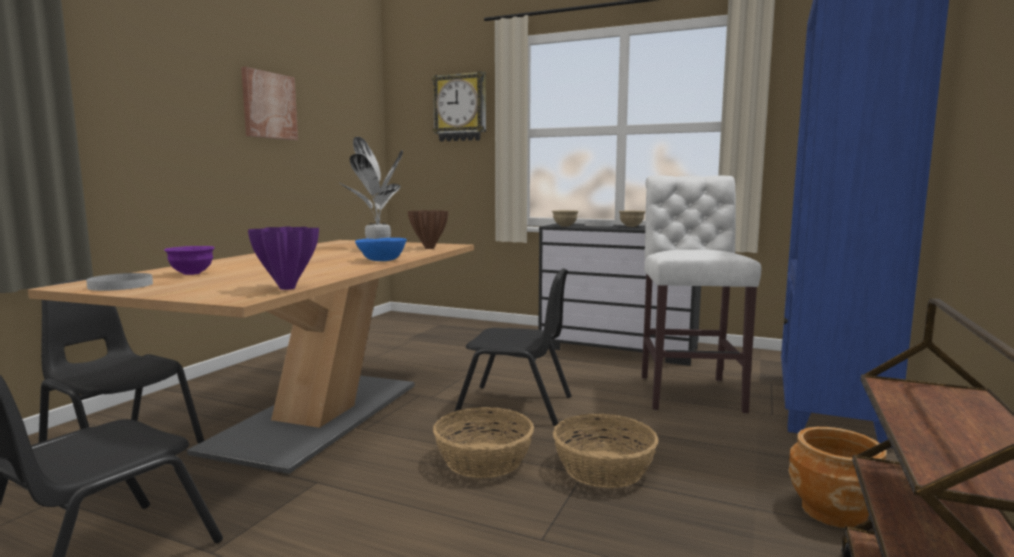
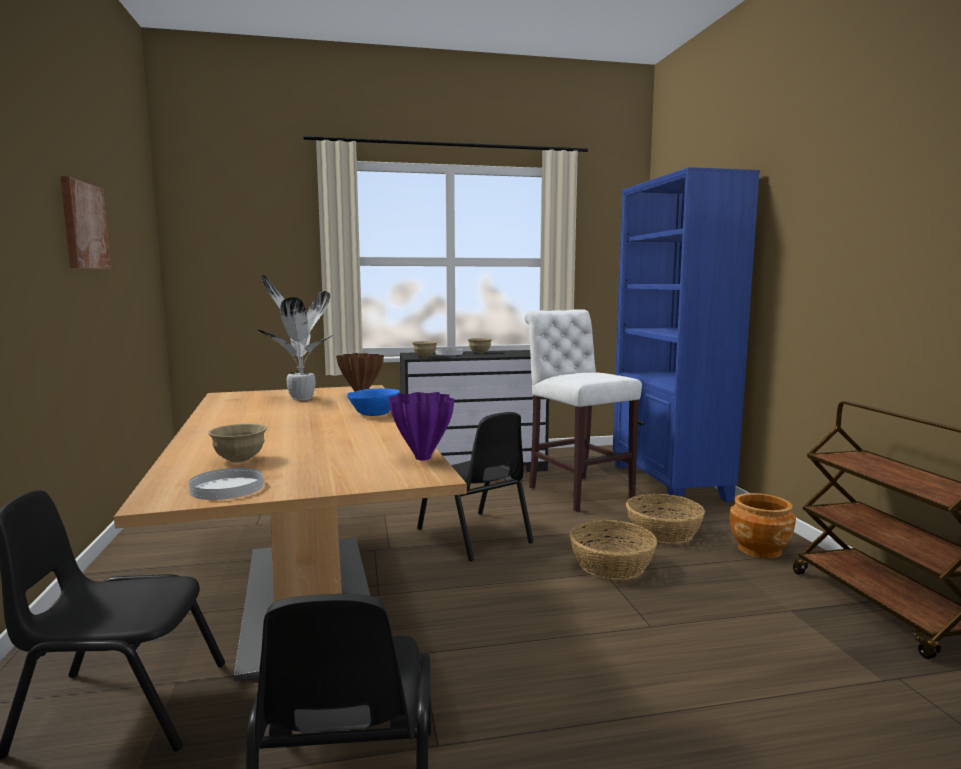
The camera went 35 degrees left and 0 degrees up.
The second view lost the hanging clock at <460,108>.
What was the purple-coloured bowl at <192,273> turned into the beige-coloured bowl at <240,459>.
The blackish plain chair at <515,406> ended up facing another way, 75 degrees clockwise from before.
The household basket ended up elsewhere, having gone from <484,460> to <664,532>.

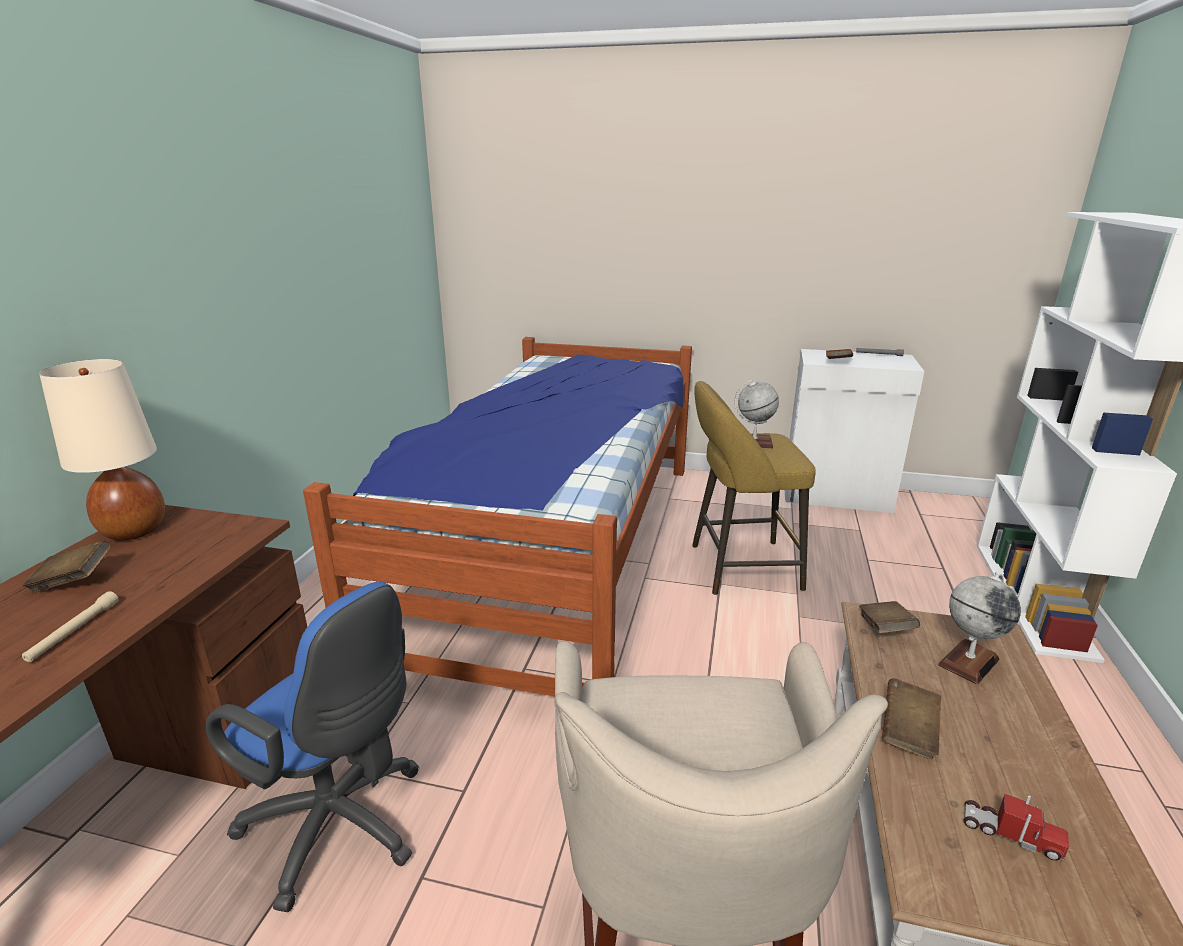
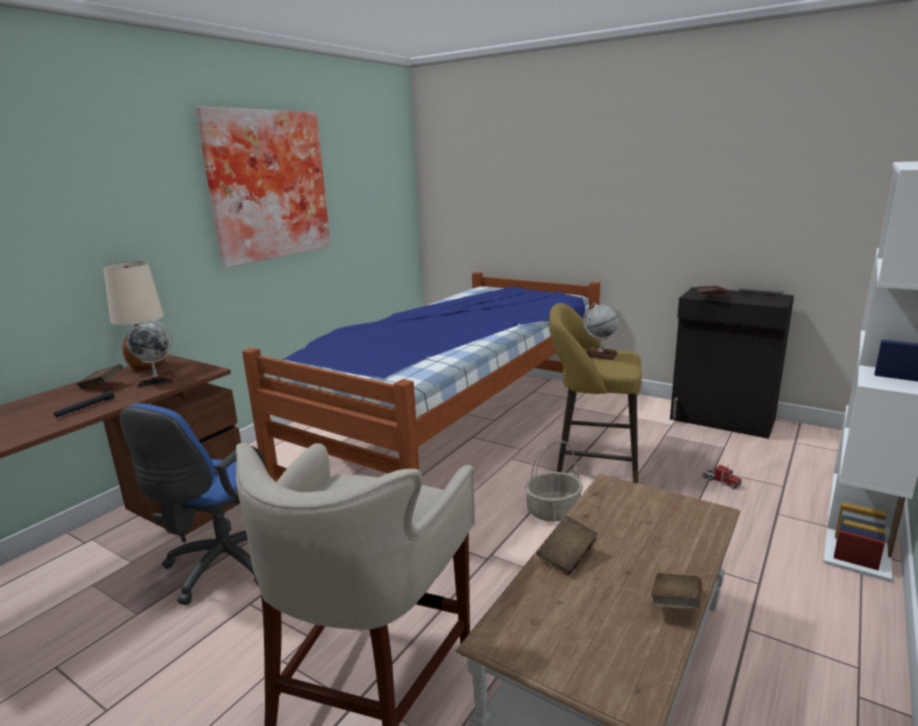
The camera went 20 degrees right and 5 degrees down.
What was the white storage cabinet at <837,496> turned into the blackish storage cabinet at <722,420>.
The globe ended up elsewhere, having gone from <968,662> to <156,380>.
The bluish office chair at <342,827> ended up facing another way, 60 degrees clockwise from before.
What was the beige-coloured flashlight at <74,632> turned into the blackish flashlight at <85,408>.
The brown-coloured book ended up elsewhere, having gone from <885,629> to <675,604>.
The toy truck ended up elsewhere, having gone from <1011,834> to <721,481>.
The second view gained the picture at <266,185>.
The second view gained the household basket at <553,511>.

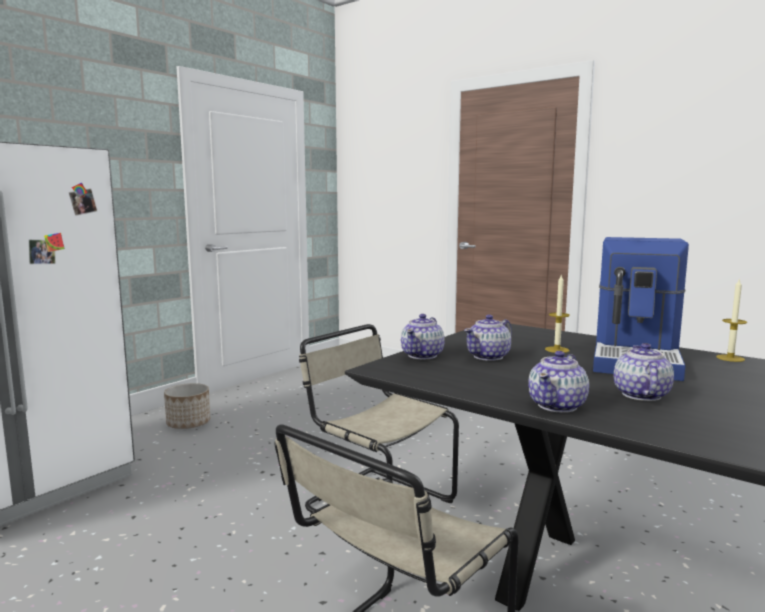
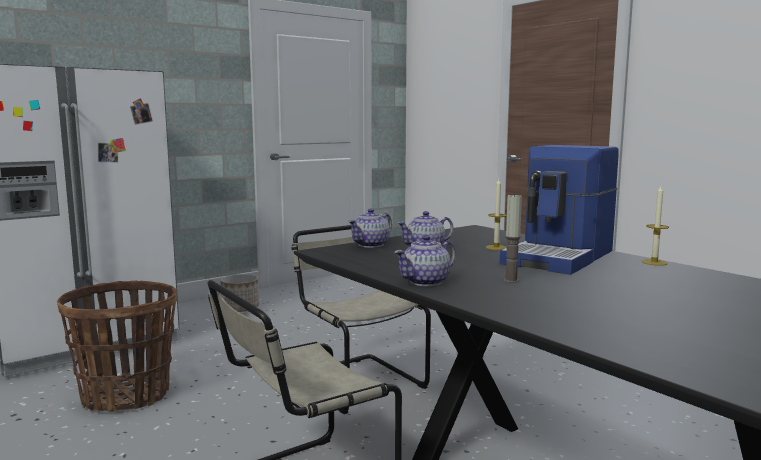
The camera went 15 degrees right and 0 degrees up.
Where the pot for tea stood at <640,395>, the candle came to stand at <511,280>.
The second view gained the household basket at <126,396>.

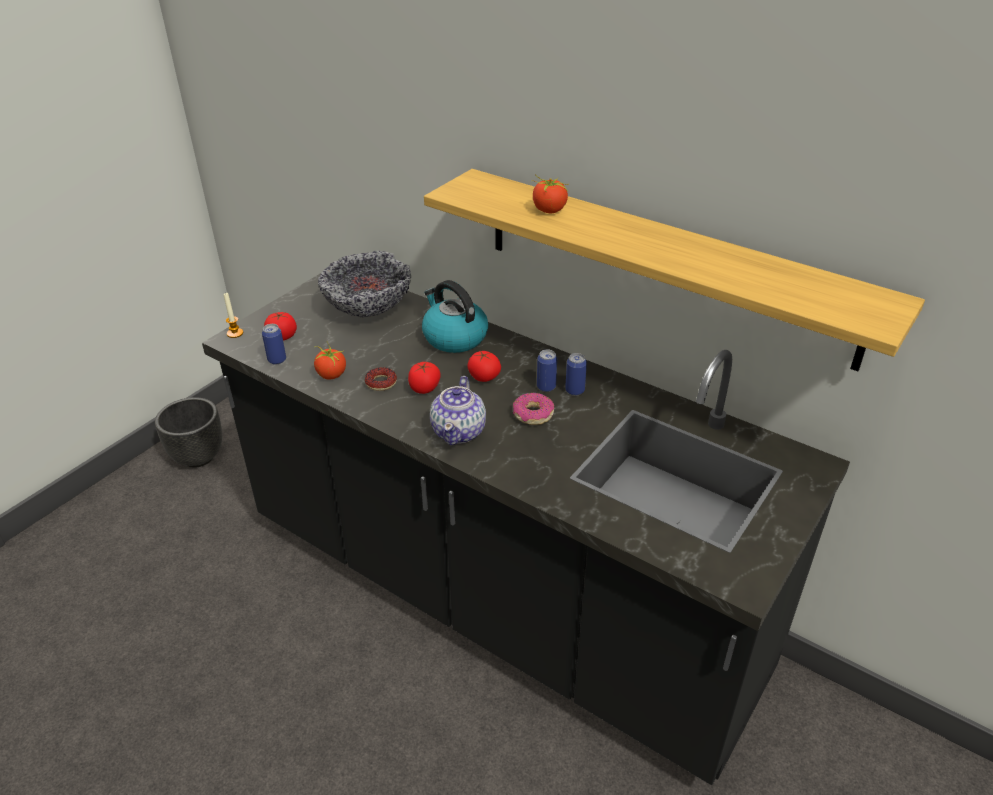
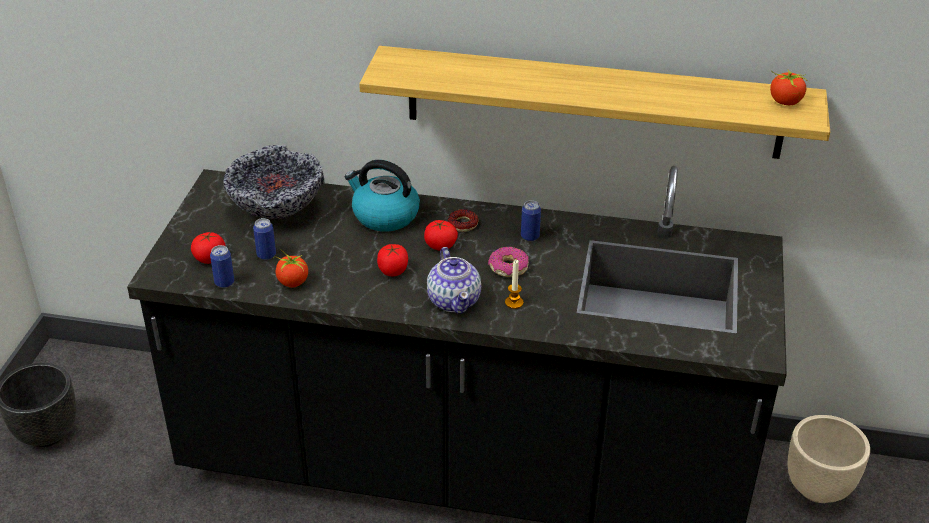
The camera went 25 degrees left and 0 degrees up.
The whole tomato ended up elsewhere, having gone from <549,210> to <785,102>.
The candle ended up elsewhere, having gone from <235,333> to <514,302>.
The can ended up elsewhere, having gone from <546,387> to <266,255>.
The ring doughnut ended up elsewhere, having gone from <381,383> to <463,224>.
The second view gained the beige-coloured flower pot at <818,488>.

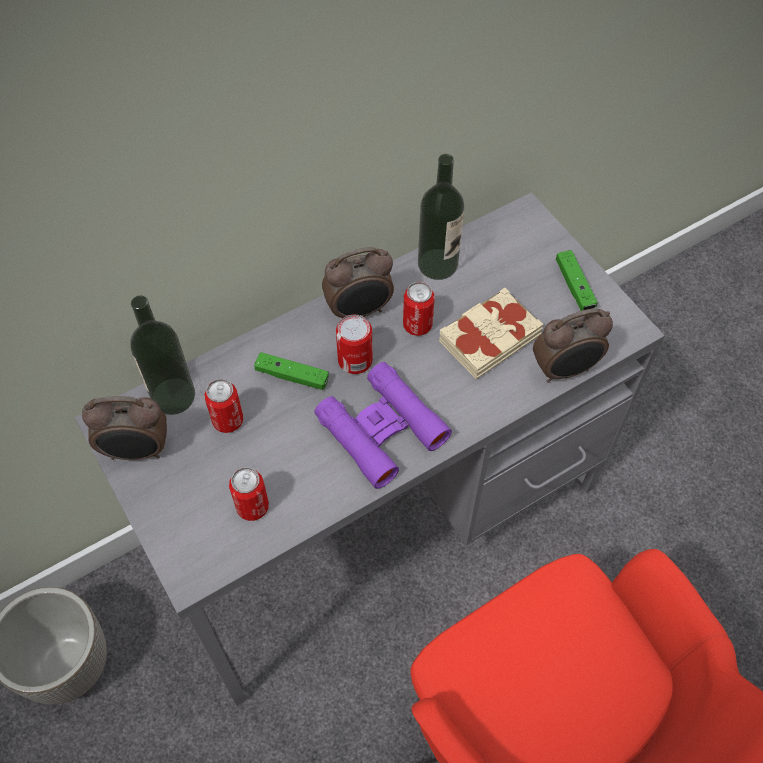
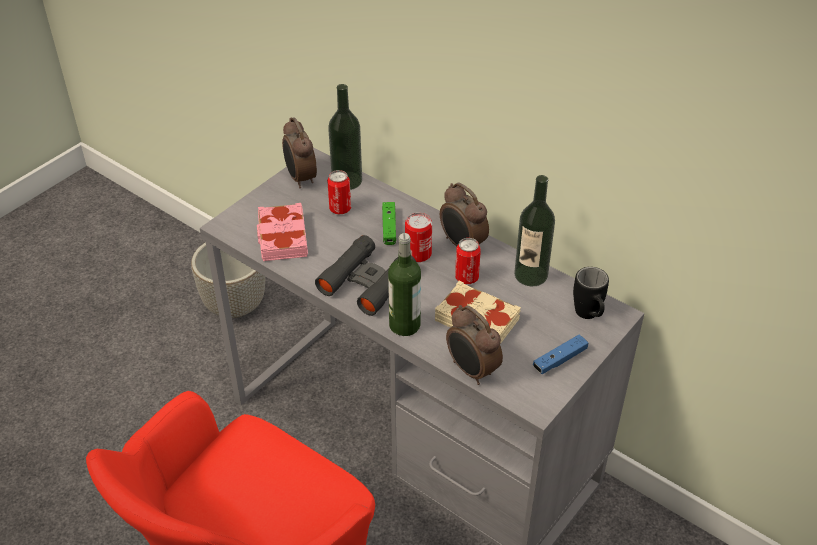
The camera went 70 degrees right and 15 degrees down.
What was the green joypad at <574,286> turned into the bluish joypad at <559,360>.
What was the purple-coloured field glasses at <381,430> turned into the blackish field glasses at <367,281>.
Where the can stood at <252,507>, the pink-coloured book came to stand at <282,237>.
The second view gained the drink bottle at <404,325>.
The second view gained the blackish tea mug at <589,316>.

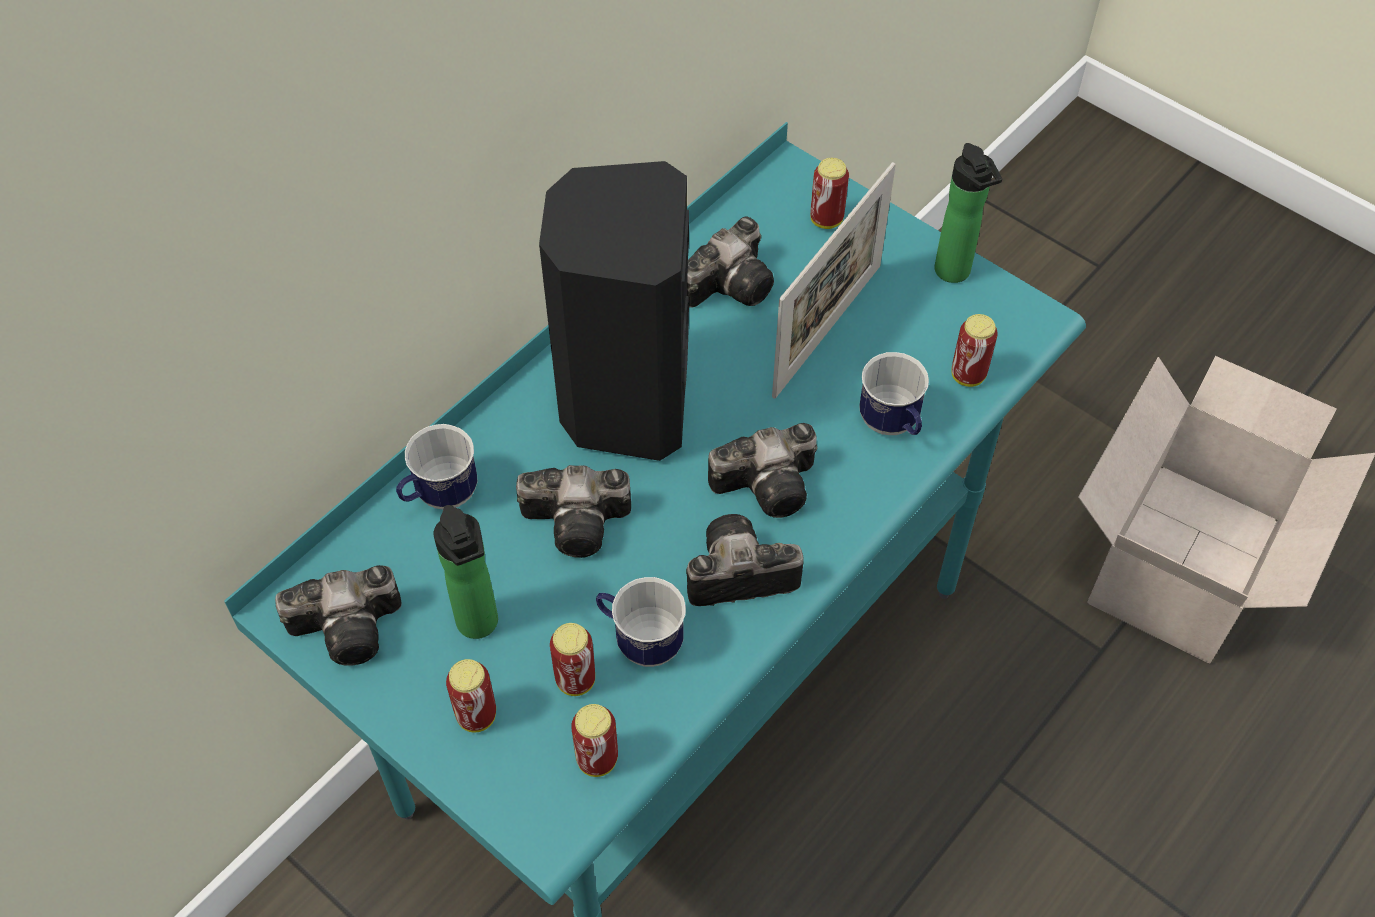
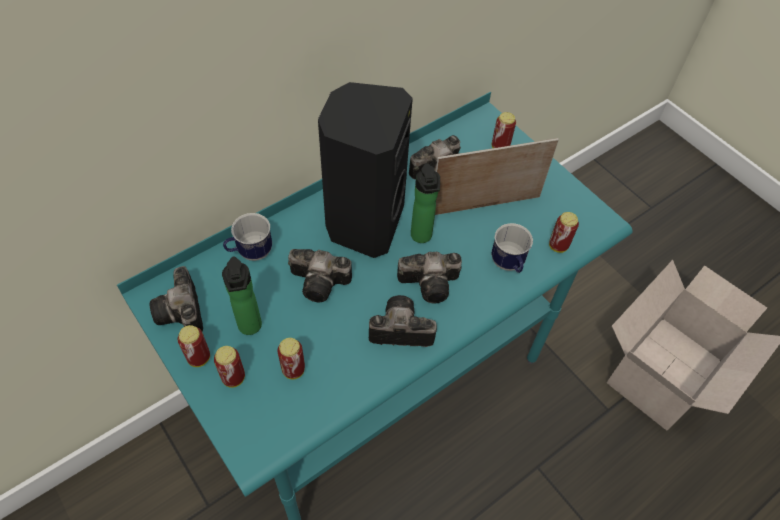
The camera went 10 degrees right and 0 degrees up.
The drink bottle ended up elsewhere, having gone from <955,274> to <421,238>.
The photo frame at <827,330> ended up facing another way, 150 degrees counterclockwise from before.
The photo camera at <353,626> ended up facing another way, 75 degrees clockwise from before.
The second view lost the tea mug at <640,640>.
The can ended up elsewhere, having gone from <597,759> to <199,358>.

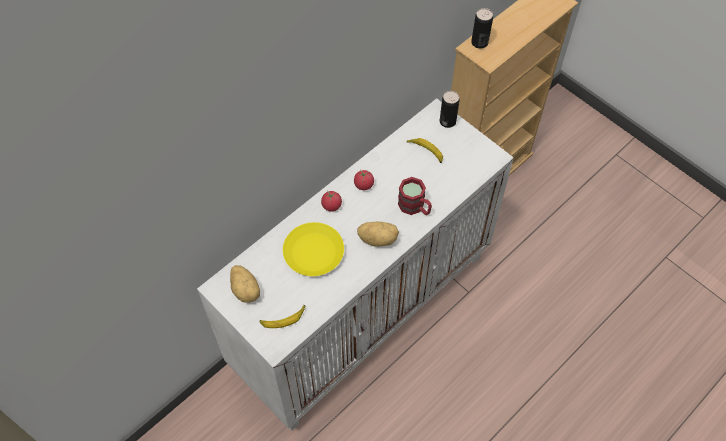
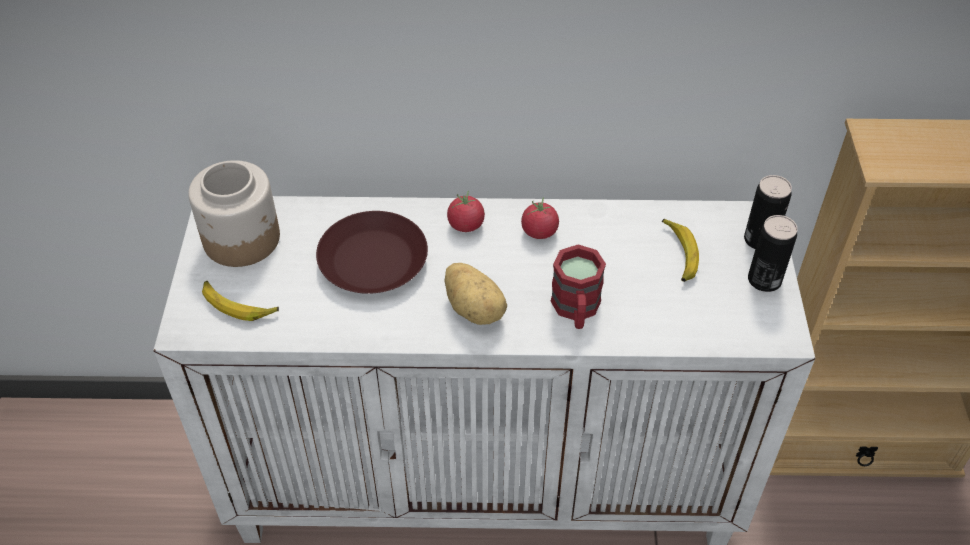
The camera went 45 degrees right and 10 degrees down.
The can ended up elsewhere, having gone from <479,42> to <764,280>.
What was the yellowish flat dish at <313,252> turned into the brown-coloured flat dish at <374,260>.
Where the potato stood at <246,289>, the preserve jar came to stand at <242,239>.

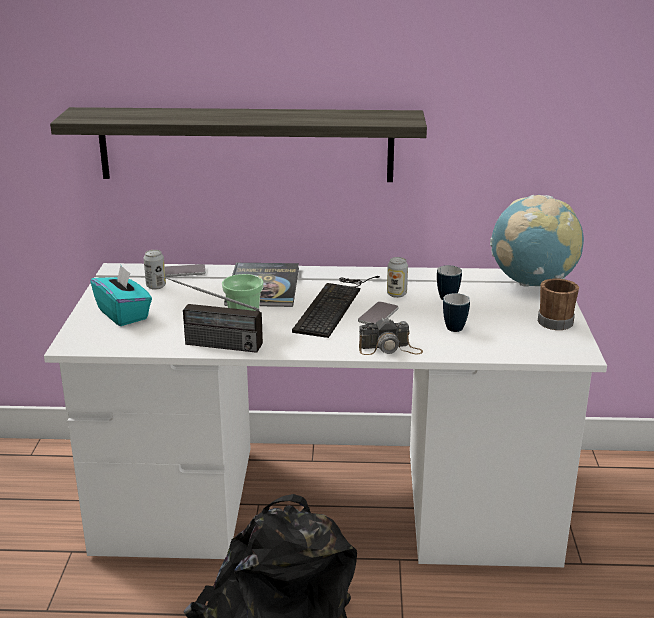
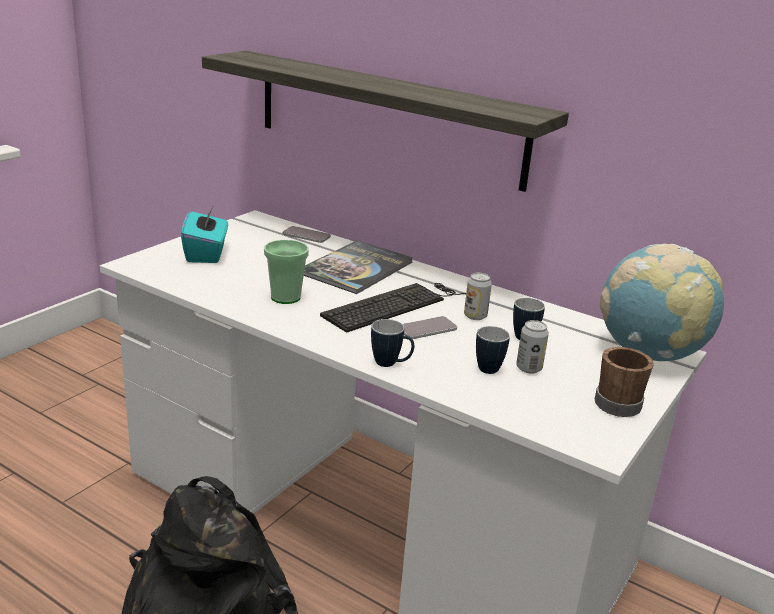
The camera went 30 degrees right and 0 degrees up.
The can ended up elsewhere, having gone from <156,286> to <529,368>.
The second view lost the radio set at <203,343>.
Where the photo camera stood at <390,349>, the tea mug came to stand at <391,364>.

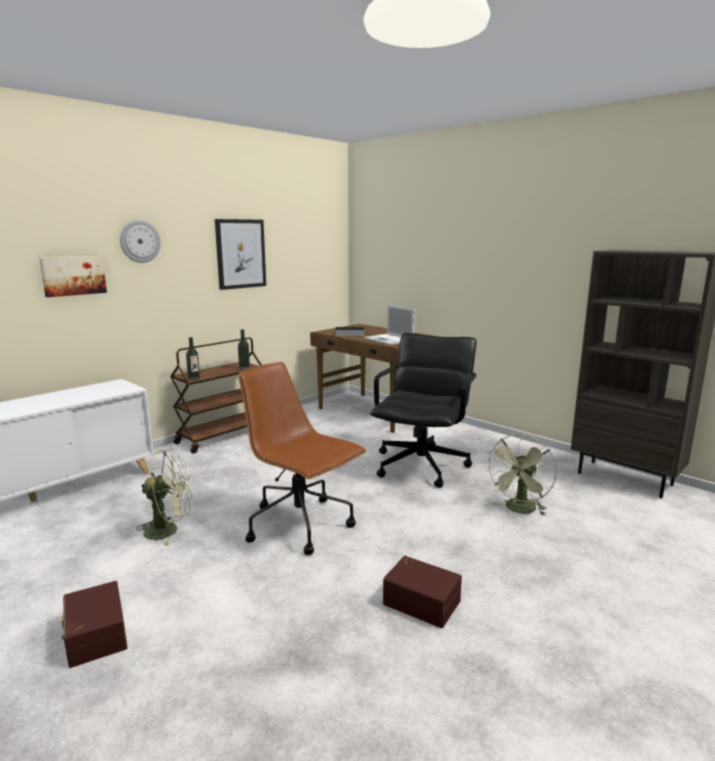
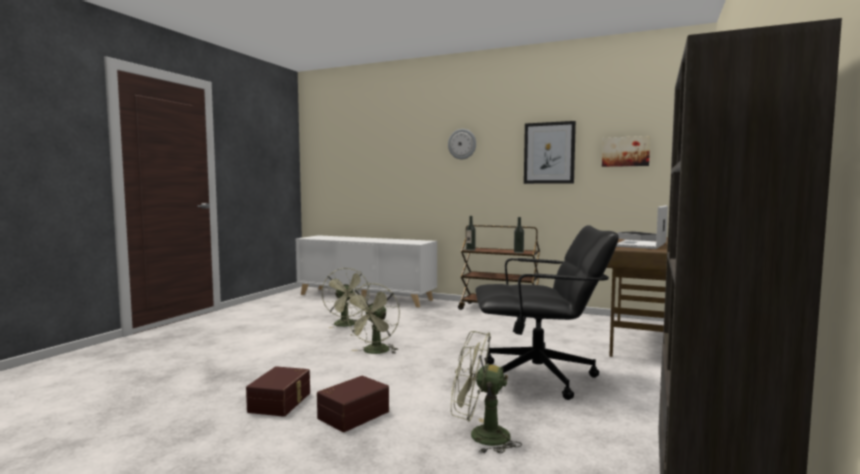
The camera went 70 degrees right and 10 degrees down.
The picture ended up elsewhere, having gone from <73,275> to <625,151>.
Where the brown-coloured office chair stood at <301,525>, the green fan came to stand at <374,352>.
The brown-coloured storage container ended up elsewhere, having gone from <94,635> to <352,414>.

